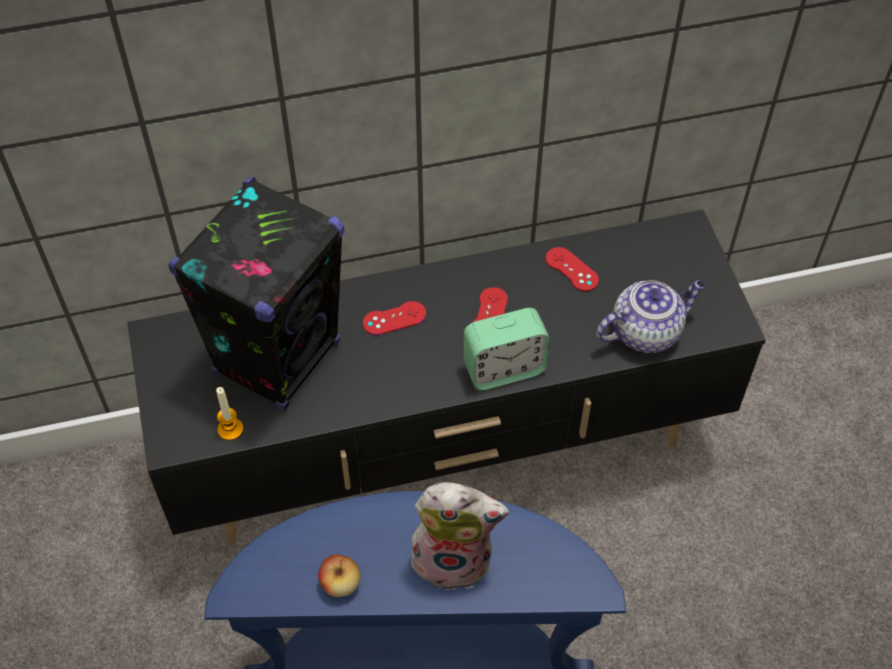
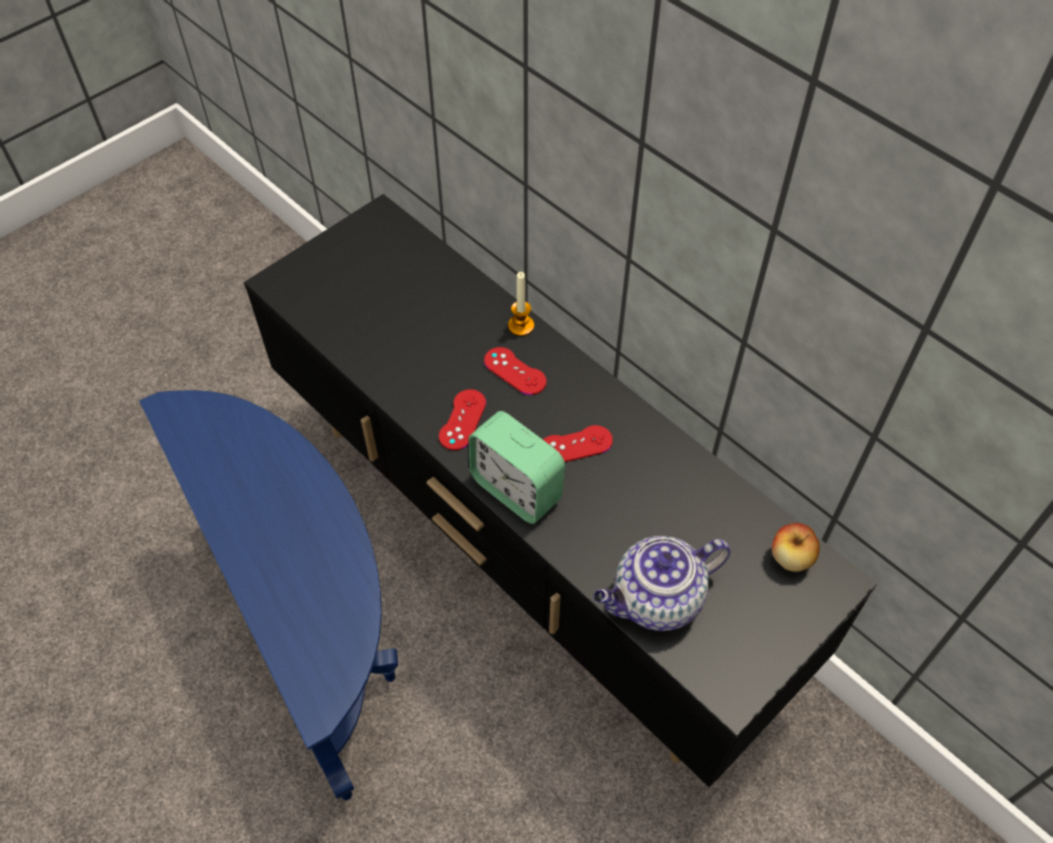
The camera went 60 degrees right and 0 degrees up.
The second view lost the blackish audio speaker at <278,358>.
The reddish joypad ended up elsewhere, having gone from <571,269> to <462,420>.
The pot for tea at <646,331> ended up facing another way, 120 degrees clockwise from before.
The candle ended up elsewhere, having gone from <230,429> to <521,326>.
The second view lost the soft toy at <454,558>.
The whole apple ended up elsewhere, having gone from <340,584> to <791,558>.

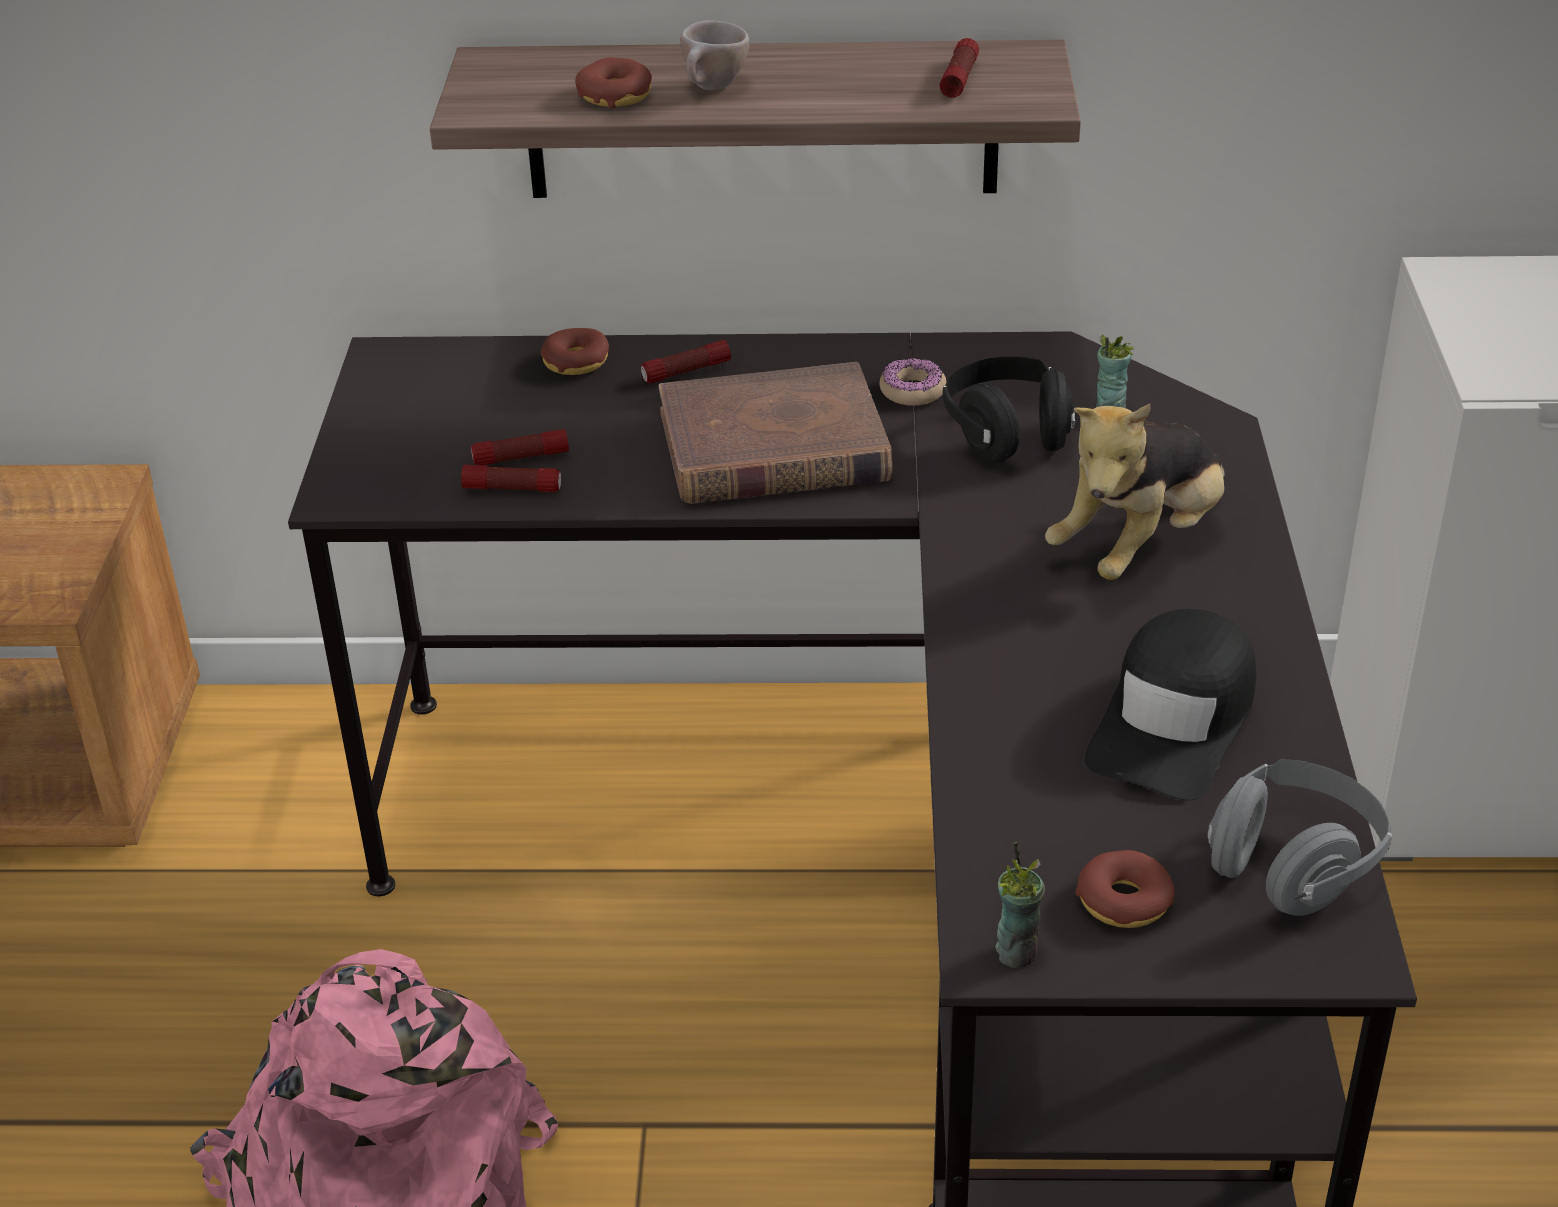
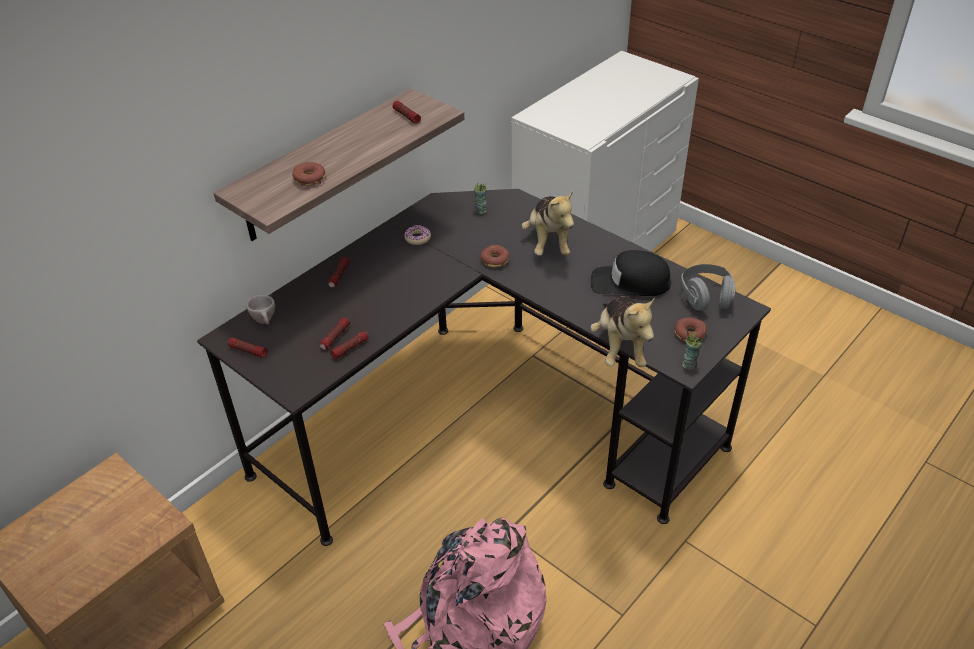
The camera went 50 degrees left and 5 degrees up.
The beige-coloured small cup ended up elsewhere, having gone from <712,89> to <265,322>.
The ring doughnut ended up elsewhere, having gone from <576,362> to <495,260>.
The second view lost the blackish headphones at <1008,435>.
The second view lost the brown-coloured book at <774,447>.
The blackish baseball cap at <1174,722> ended up facing another way, 120 degrees clockwise from before.
The second view gained the soft toy at <620,347>.
The second view gained the flashlight at <248,351>.

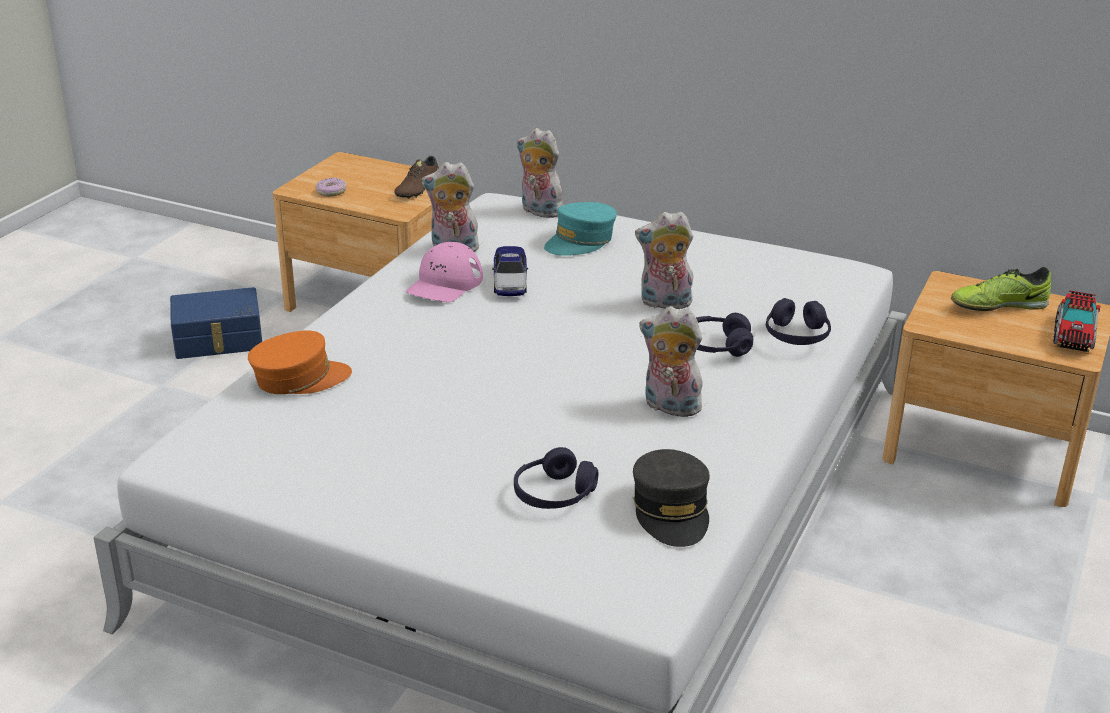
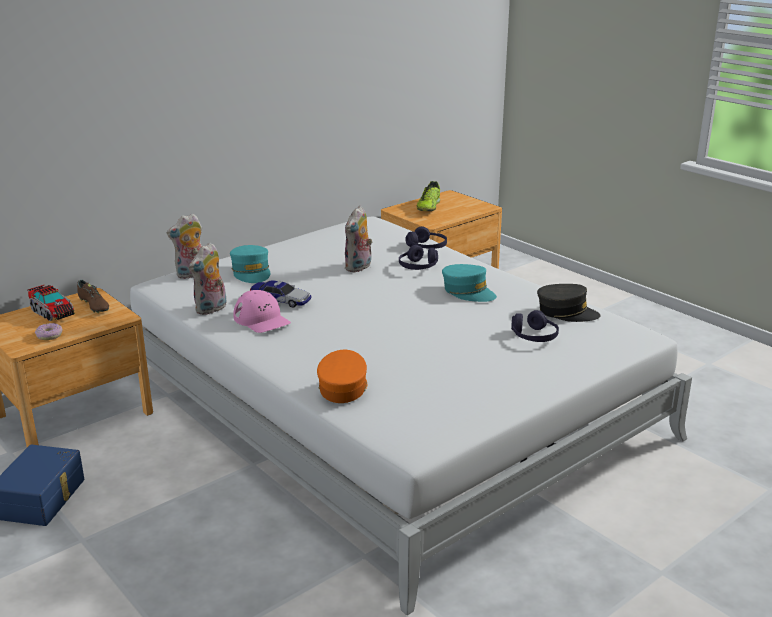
The camera went 65 degrees left and 5 degrees down.
The toy truck ended up elsewhere, having gone from <1073,335> to <52,312>.
Where the soft toy stood at <669,407>, the turquoise-coloured baseball cap came to stand at <468,292>.

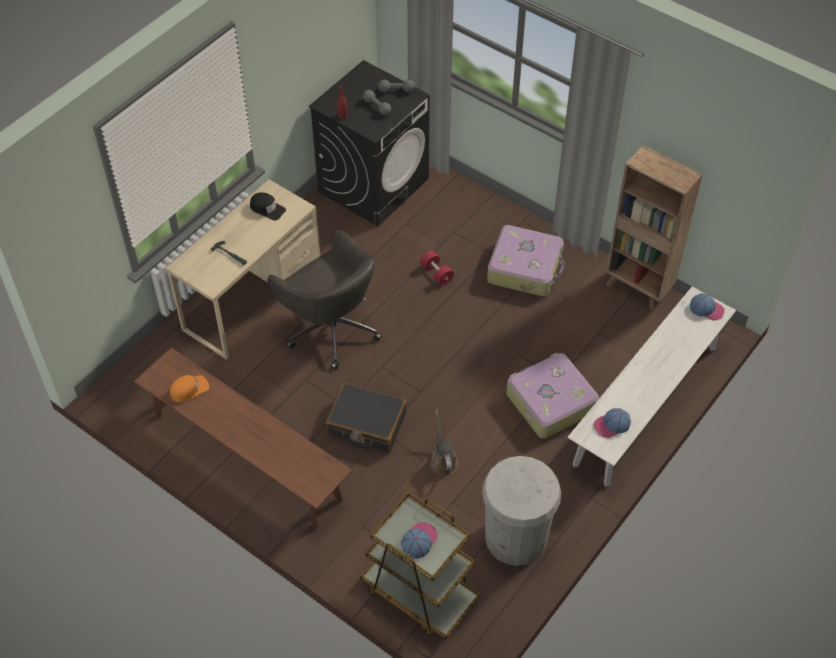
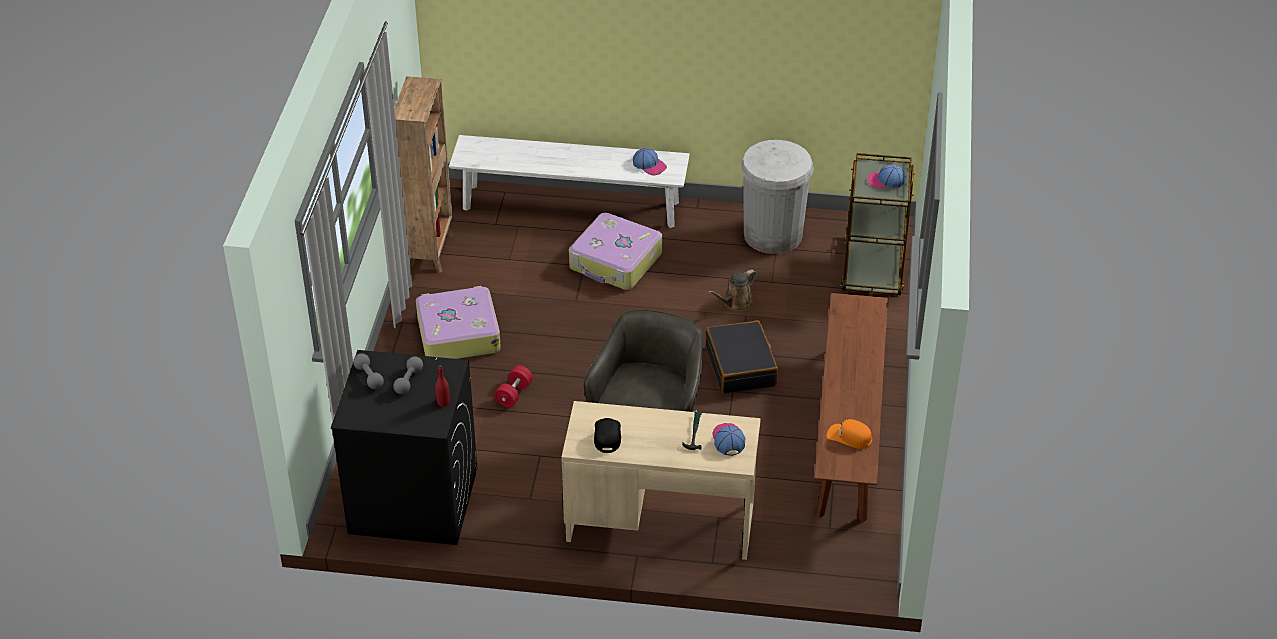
The camera went 120 degrees left and 10 degrees down.
The baseball cap ended up elsewhere, having gone from <706,309> to <728,440>.

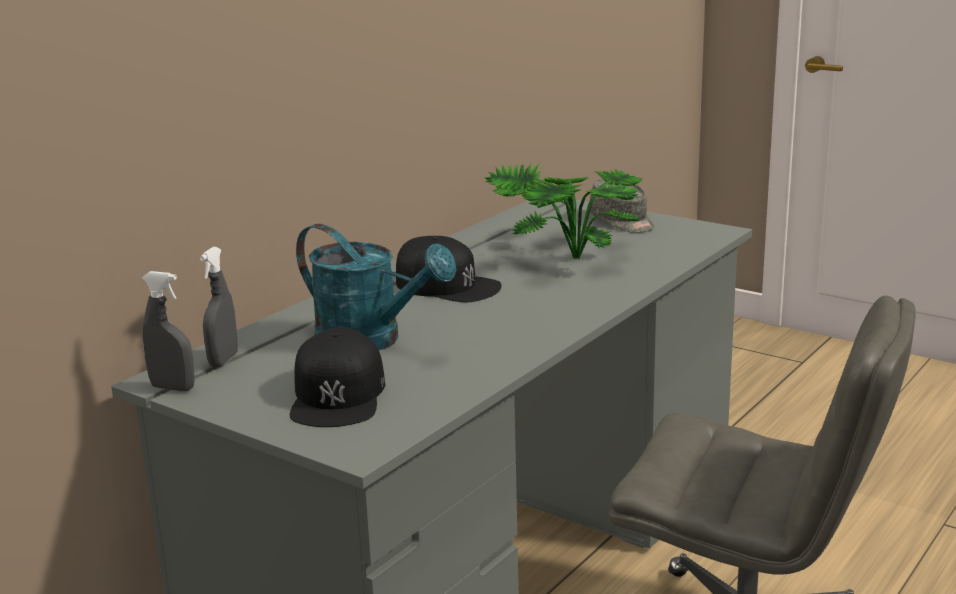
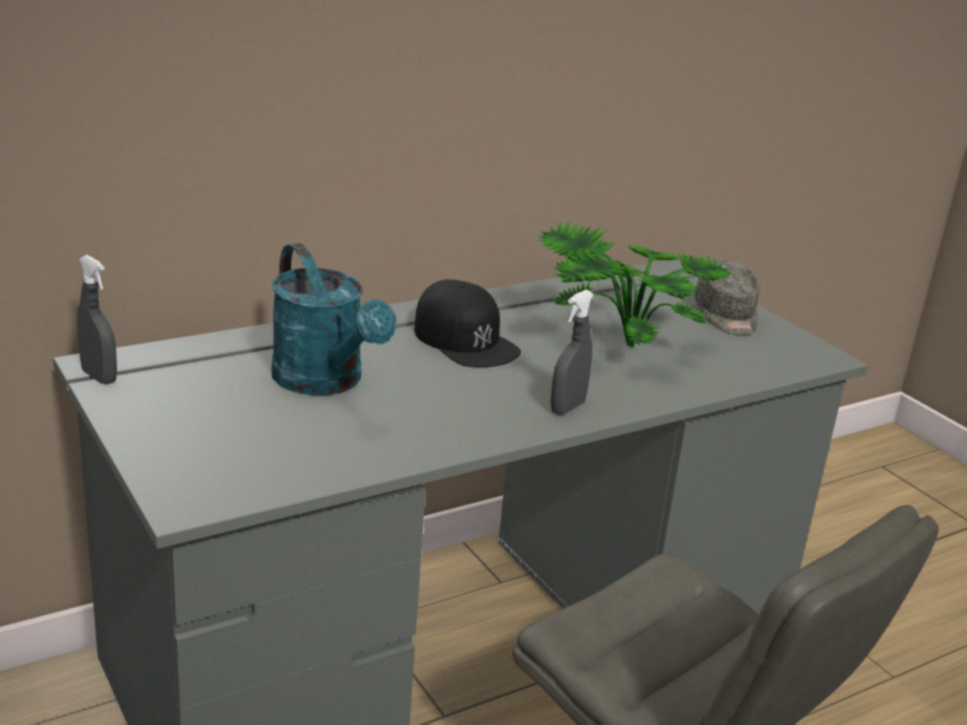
The camera went 20 degrees right and 5 degrees up.
The gray spray bottle ended up elsewhere, having gone from <223,360> to <567,407>.
The second view lost the blackish baseball cap at <338,395>.

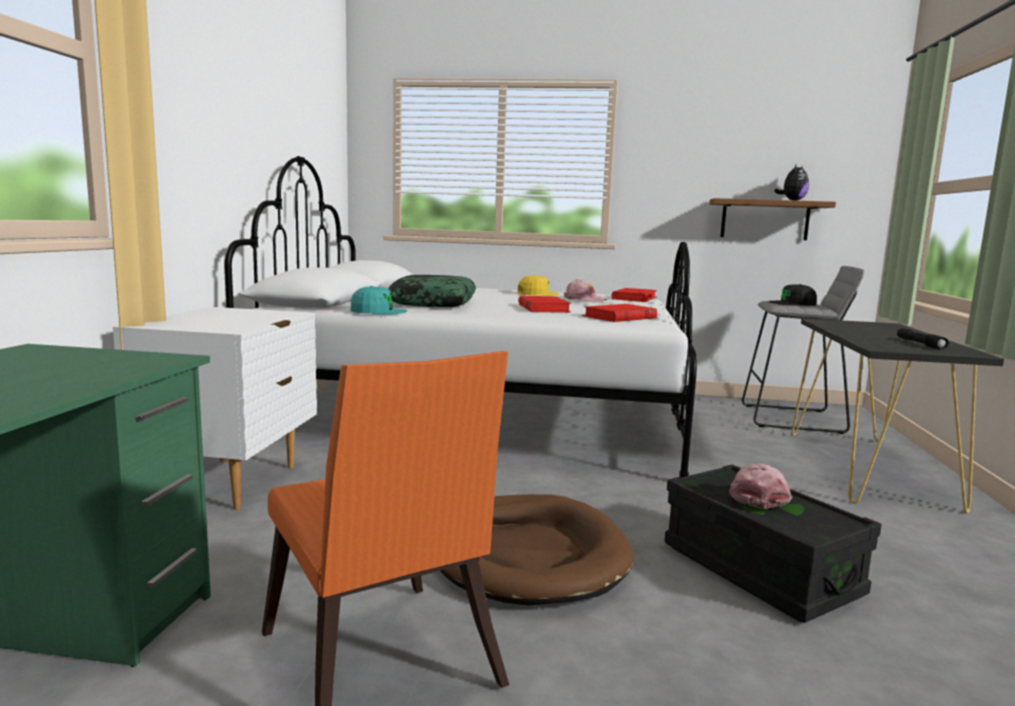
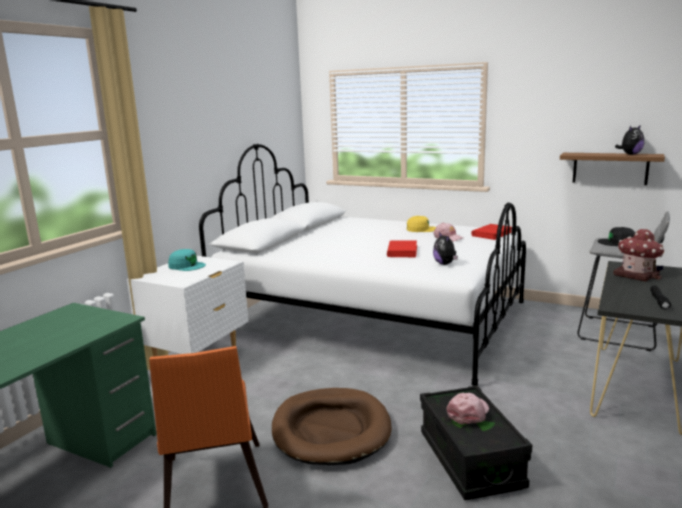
The camera went 20 degrees right and 5 degrees up.
The second view lost the throw pillow at <433,303>.
The turquoise-coloured baseball cap ended up elsewhere, having gone from <377,311> to <187,266>.
Where the reddish book stood at <619,317>, the soft toy came to stand at <445,264>.
The second view gained the model house at <637,274>.

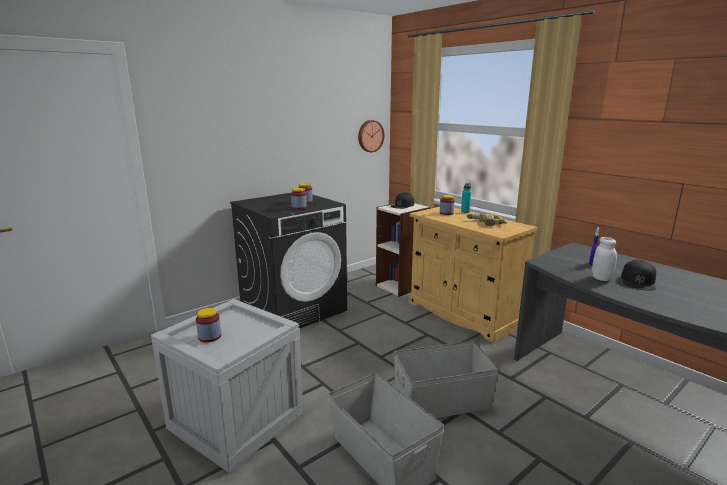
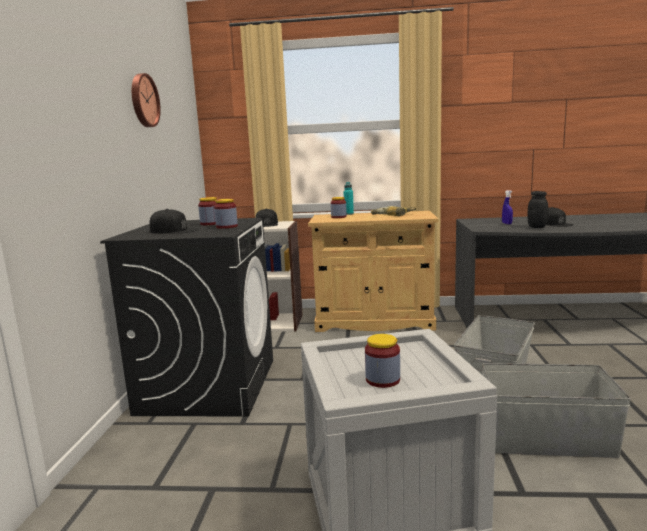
The camera went 45 degrees left and 5 degrees down.
The hanging clock ended up elsewhere, having gone from <370,136> to <143,100>.
What was the white preserve jar at <601,278> turned into the blackish preserve jar at <537,227>.
The second view gained the blackish baseball cap at <174,230>.

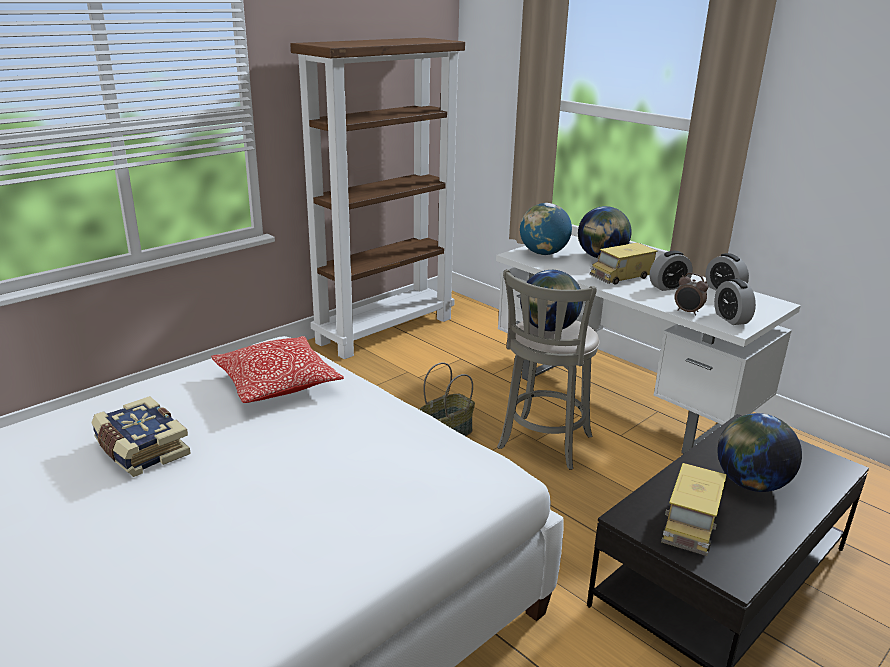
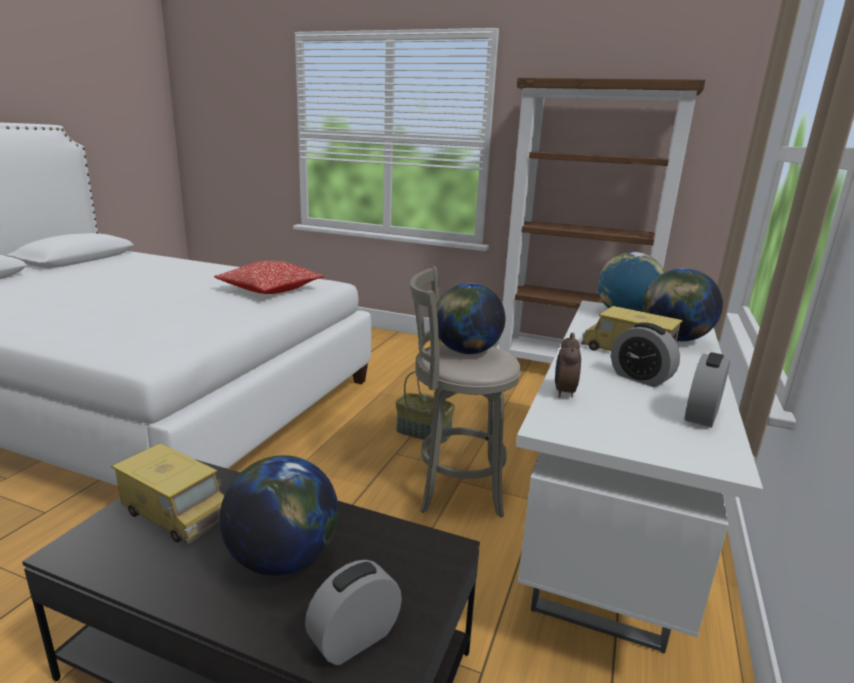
The camera went 65 degrees right and 5 degrees down.
The alarm clock ended up elsewhere, having gone from <731,319> to <355,638>.
The second view lost the book at <140,450>.
The toy truck at <691,525> ended up facing another way, 150 degrees counterclockwise from before.

